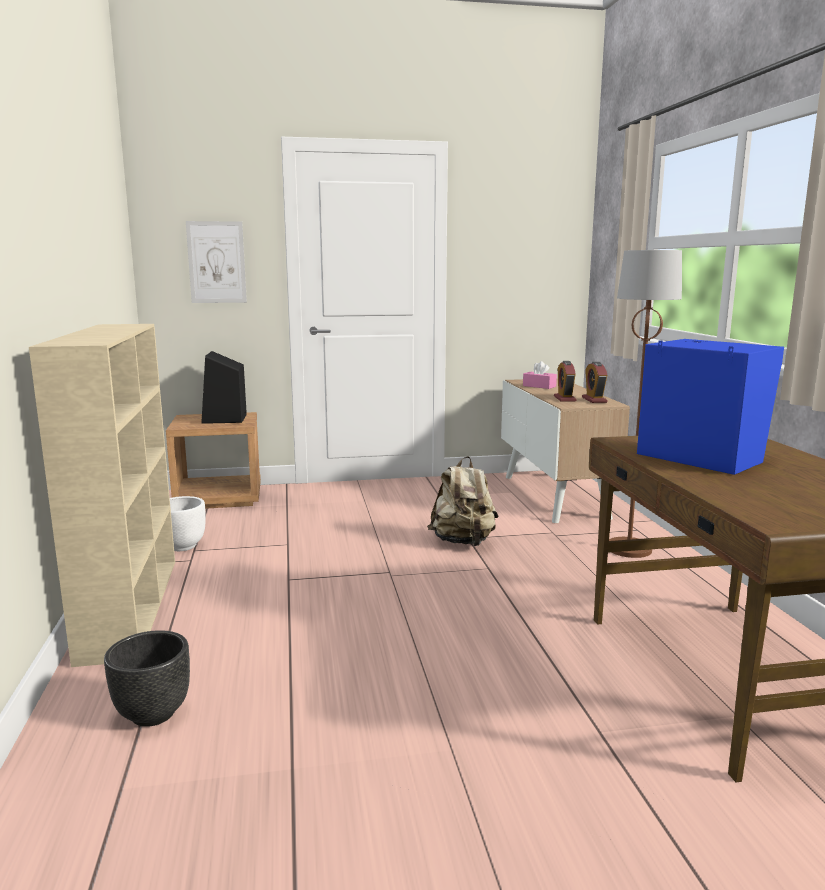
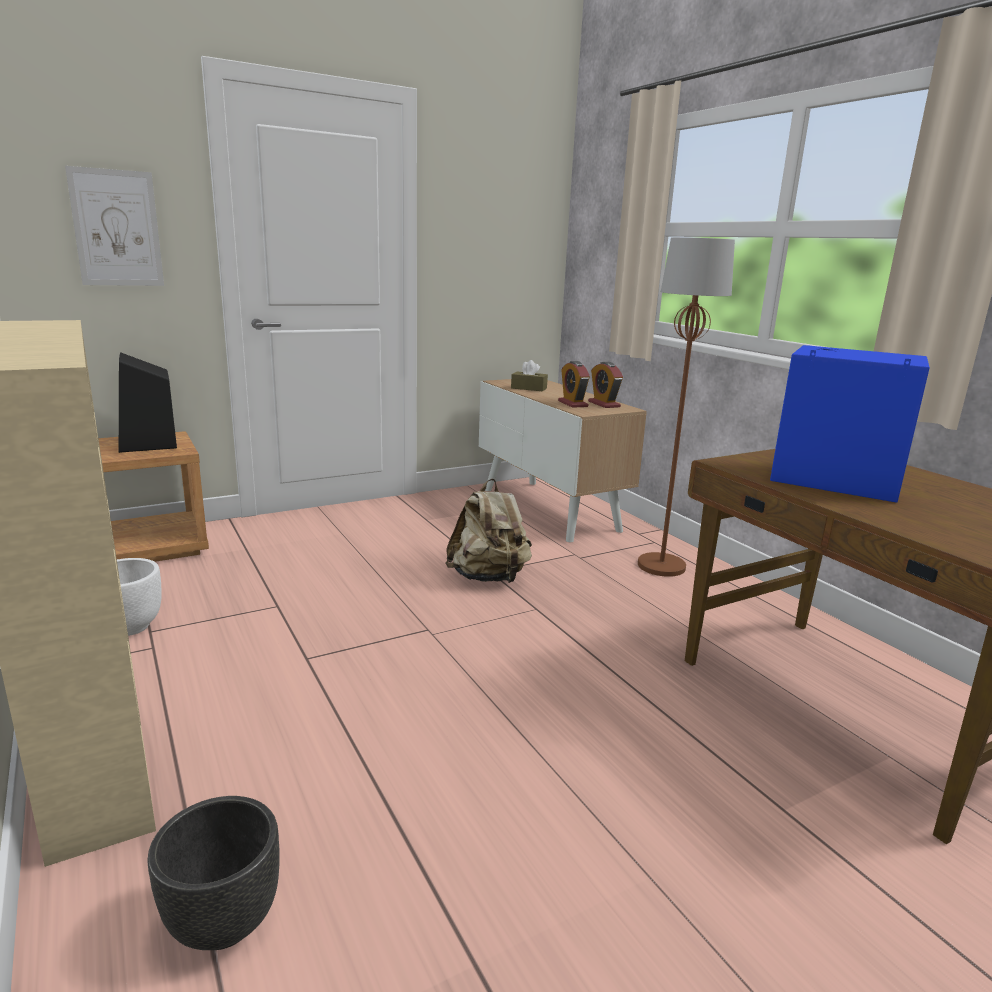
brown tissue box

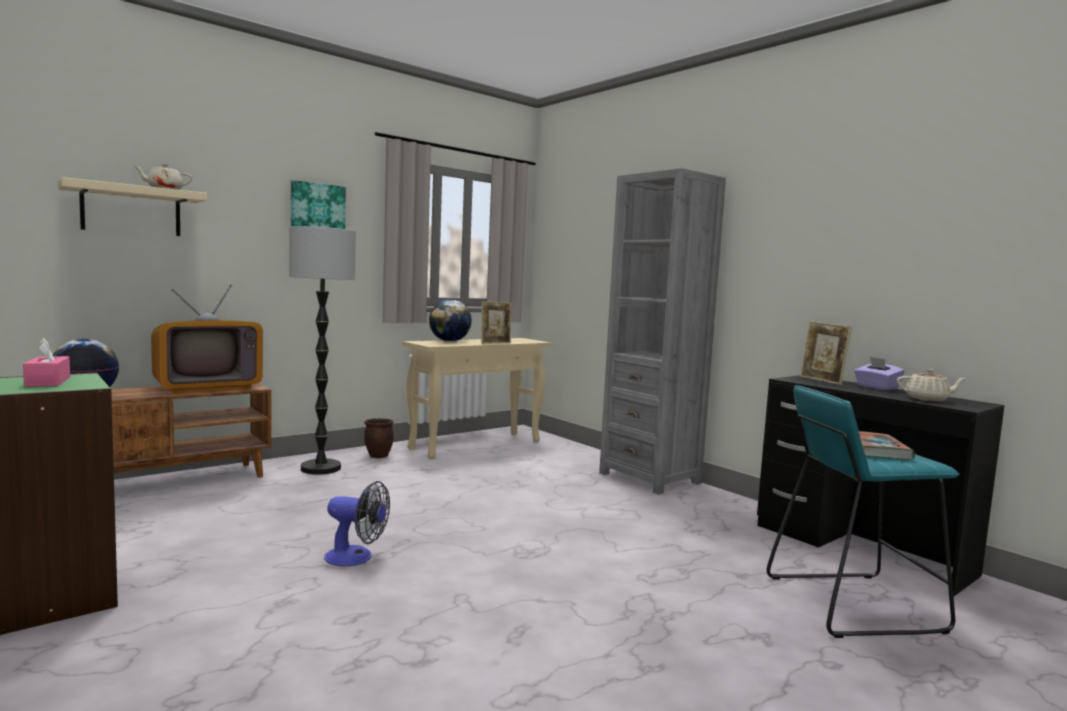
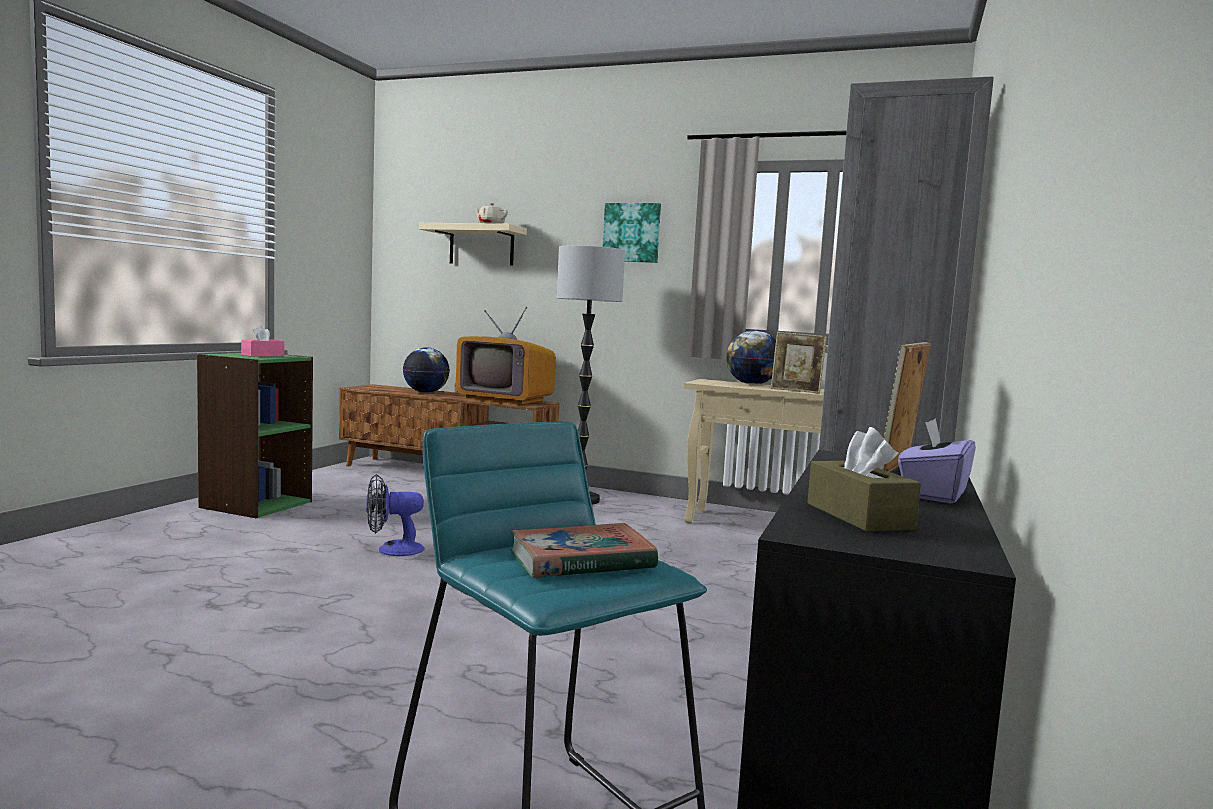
fan
brown planter
brown tissue box

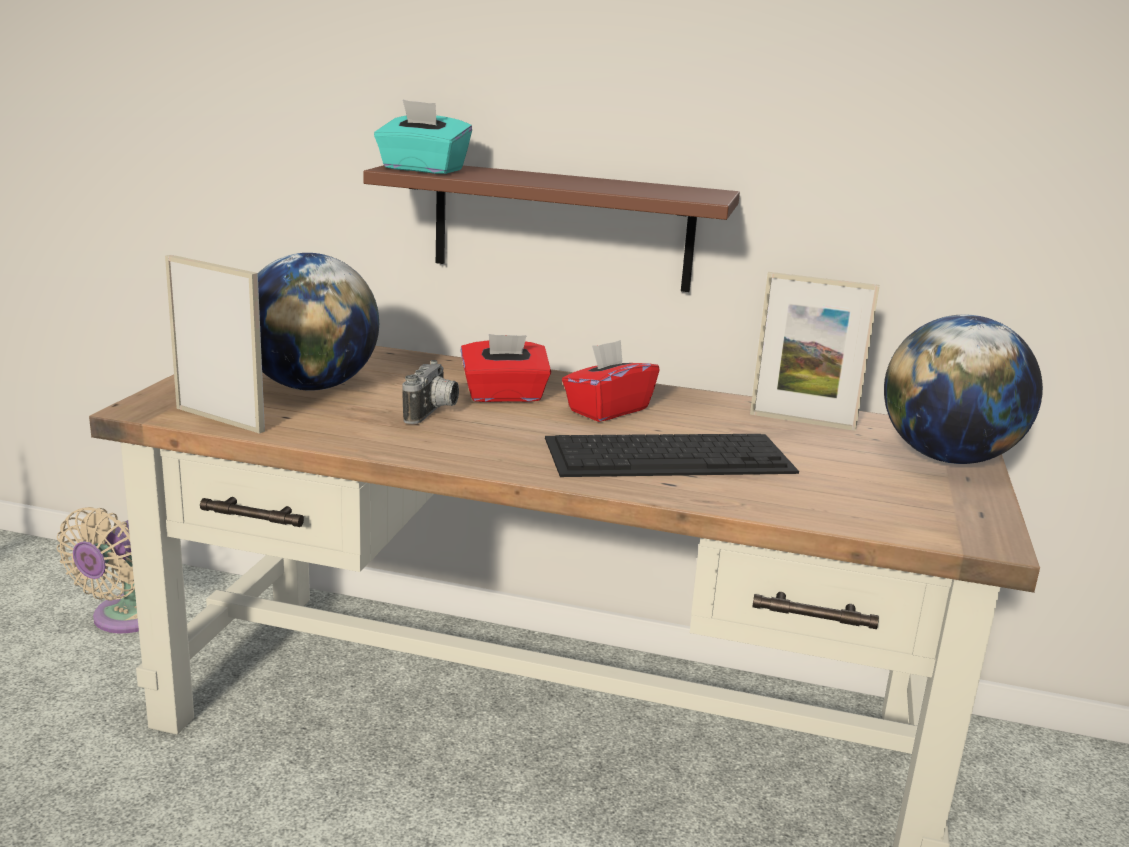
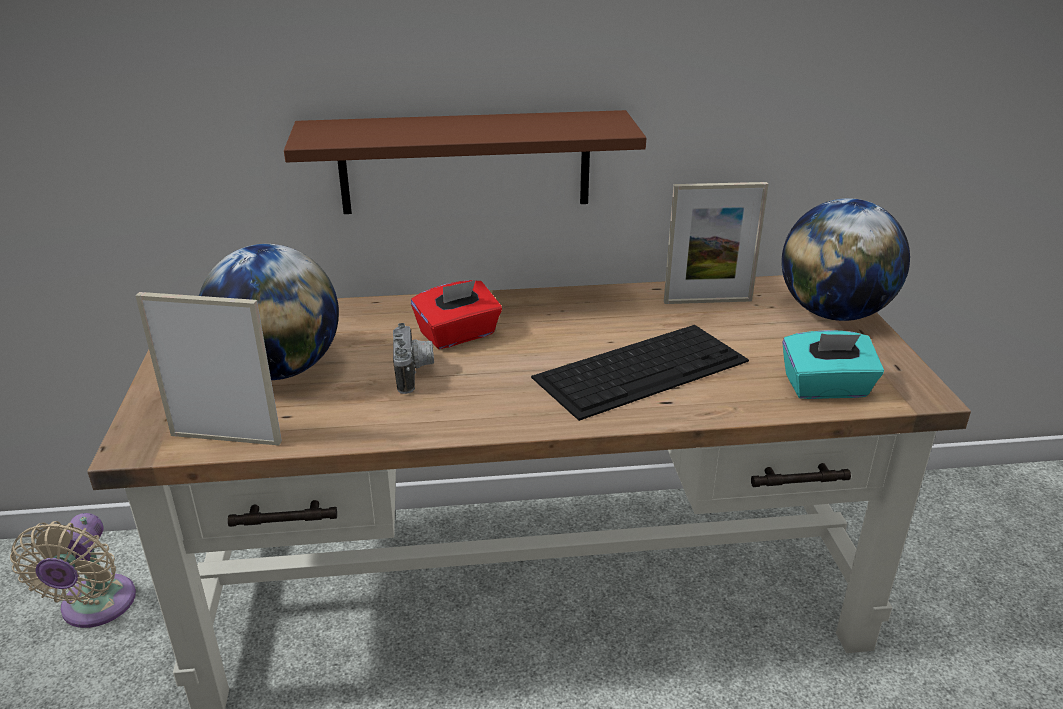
turquoise tissue box
red tissue box (no. 2 from left in the first image)

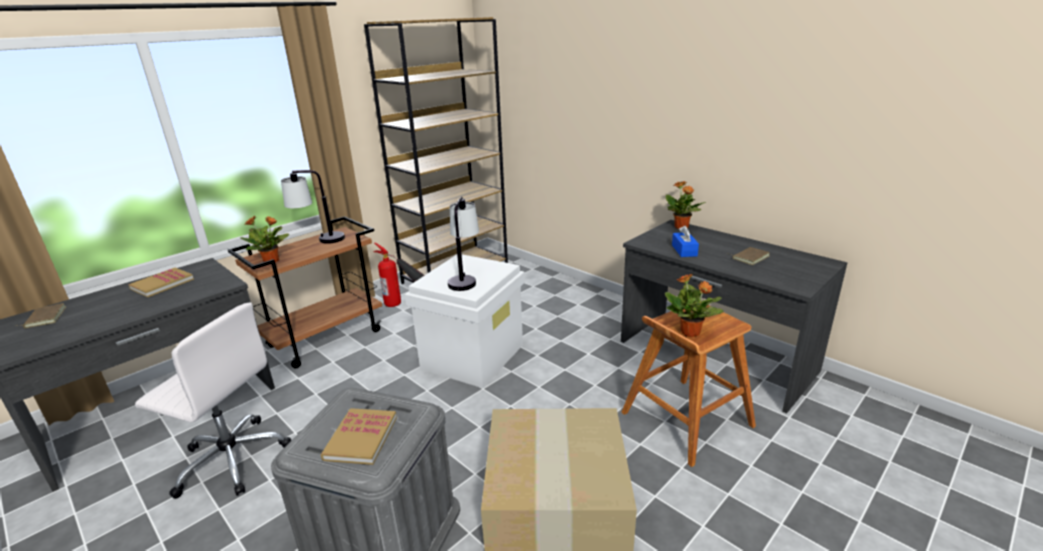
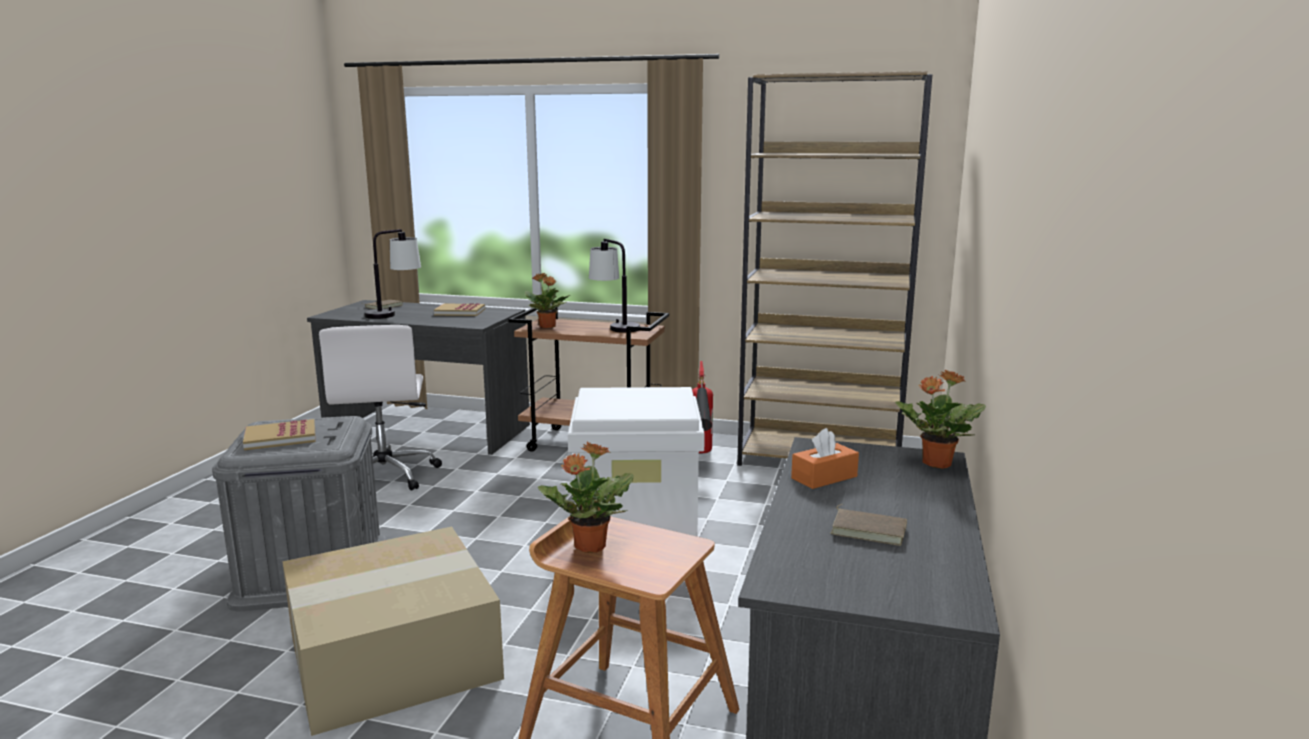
table lamp (no. 1 from left)
orange tissue box

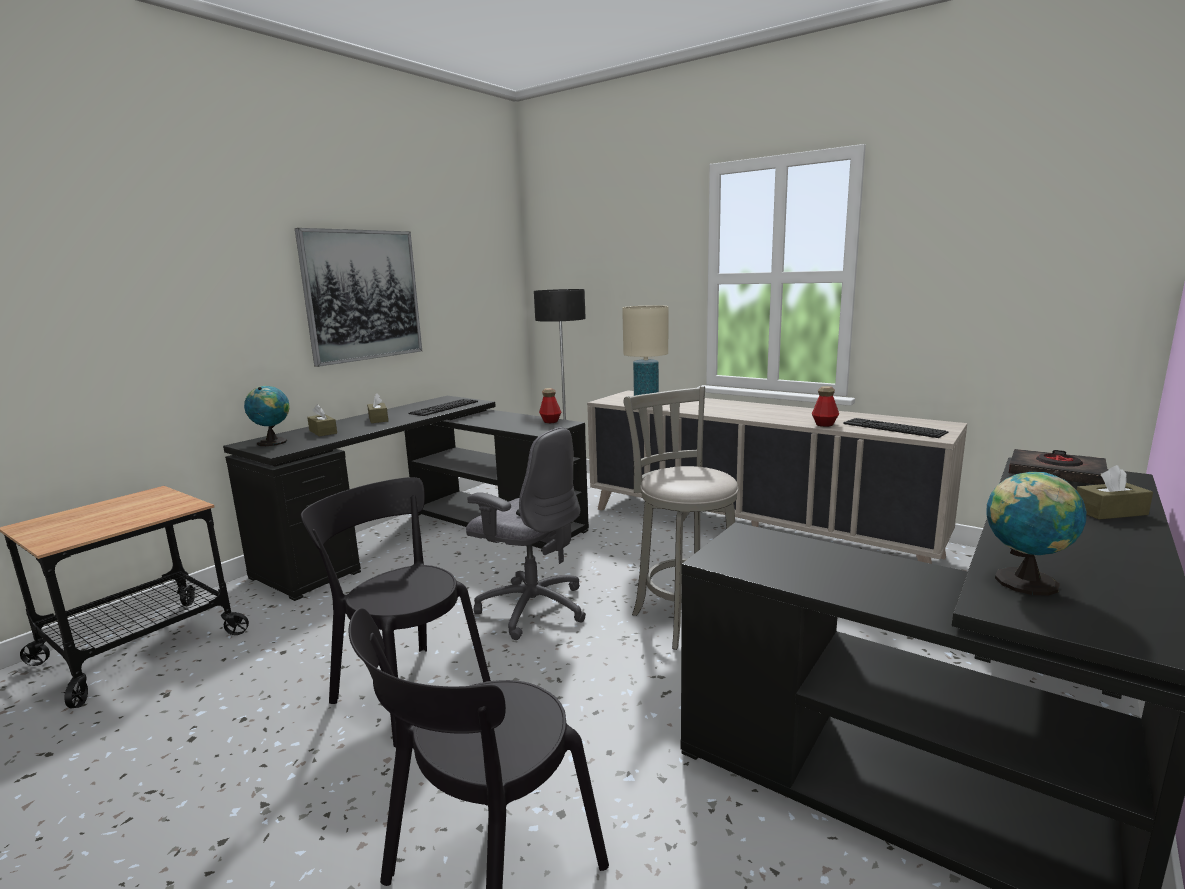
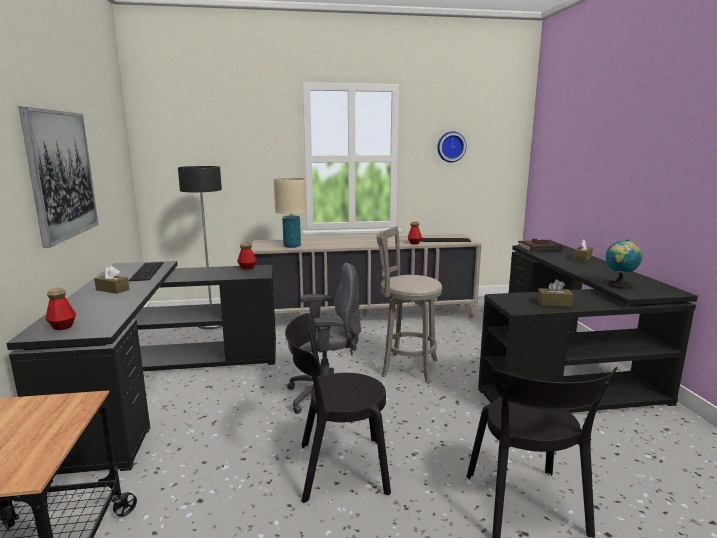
bottle (no. 1 from left)
brown tissue box (no. 2 from left)
wall clock

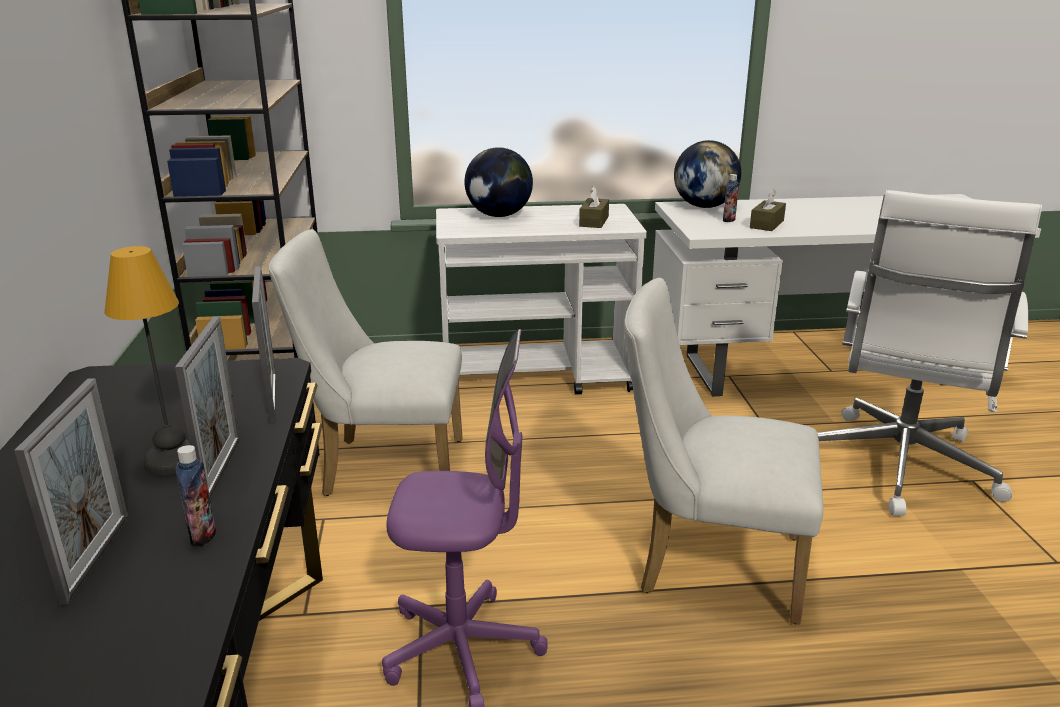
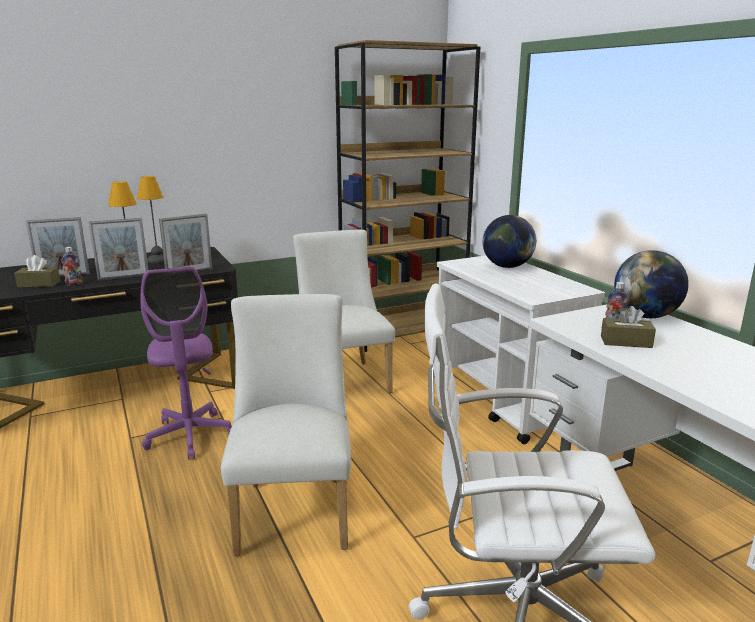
brown tissue box (no. 1 from left)
table lamp (no. 2 from left)

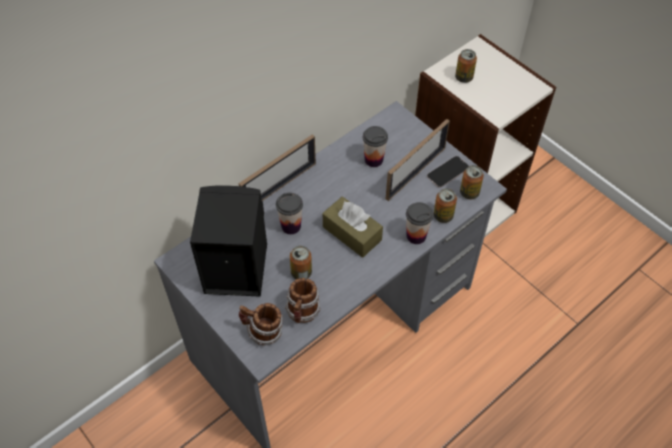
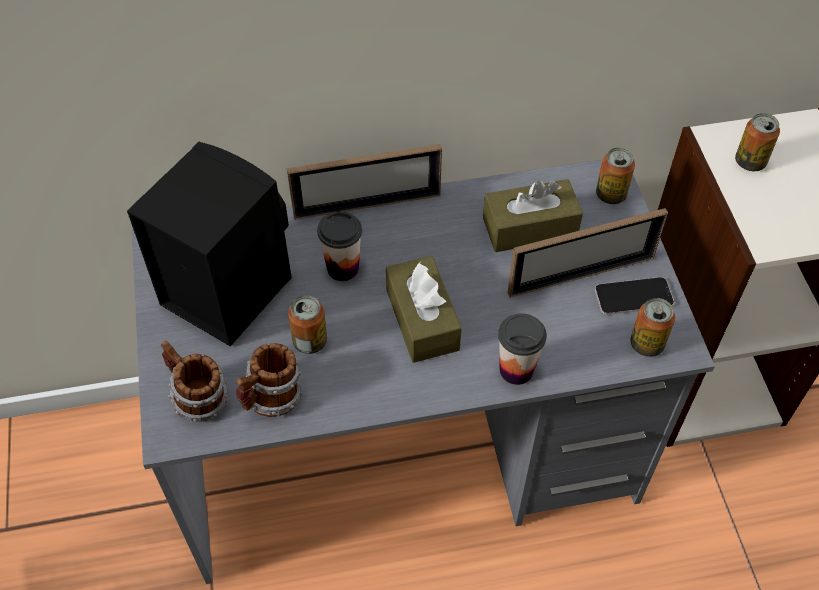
brown tissue box (no. 2 from left)
can (no. 2 from left)

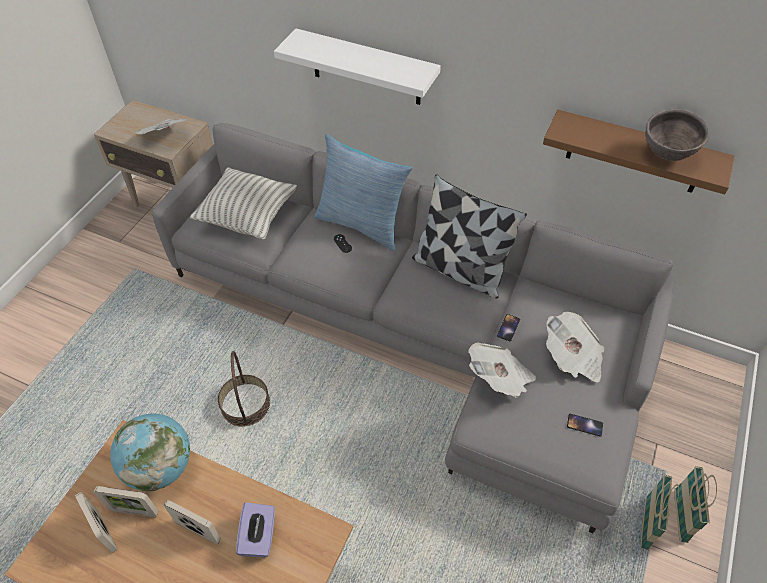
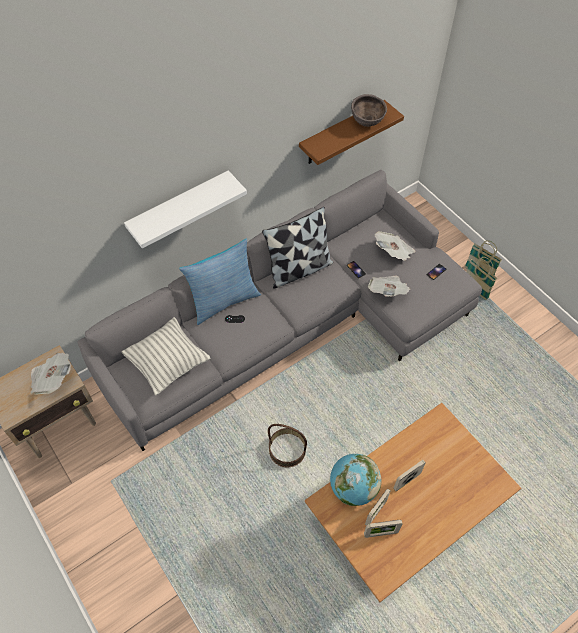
purple tissue box

